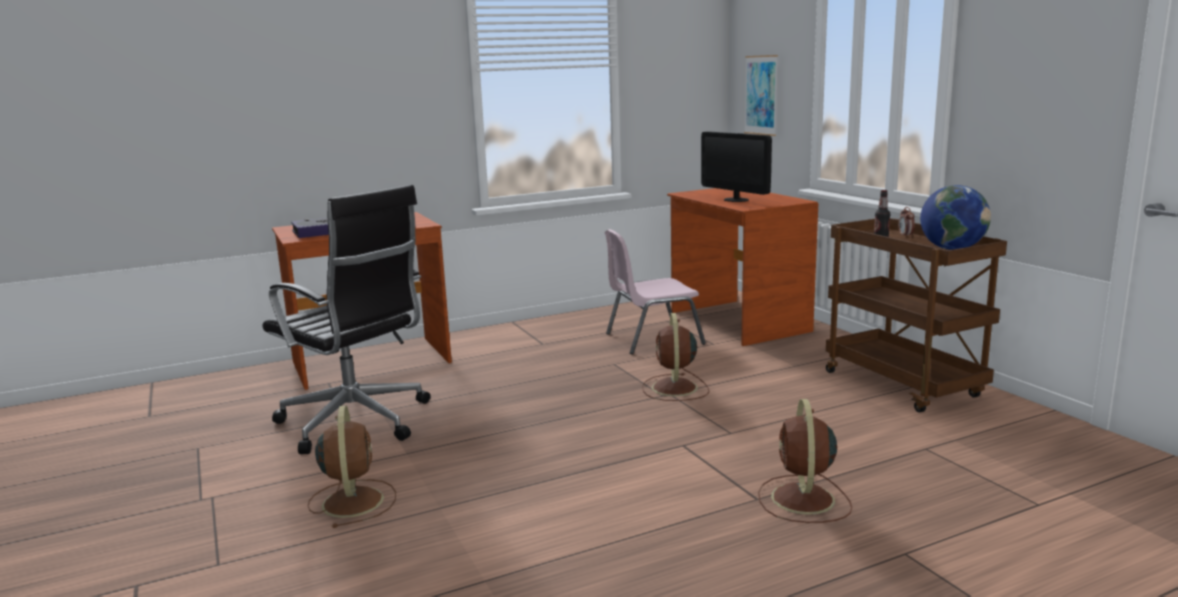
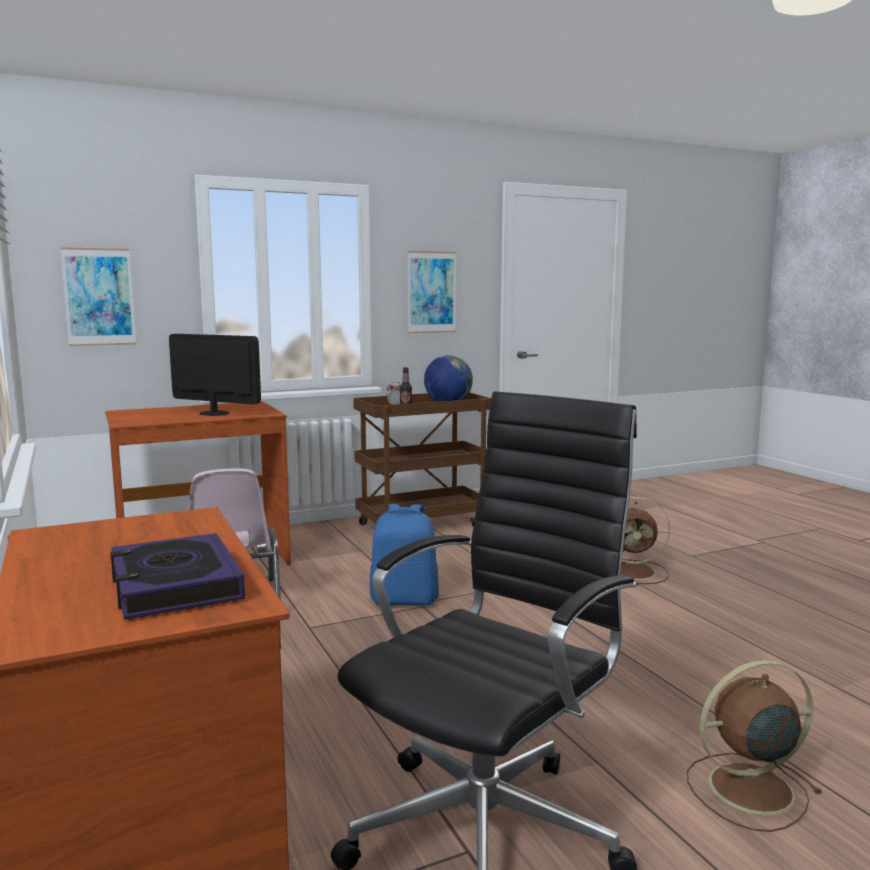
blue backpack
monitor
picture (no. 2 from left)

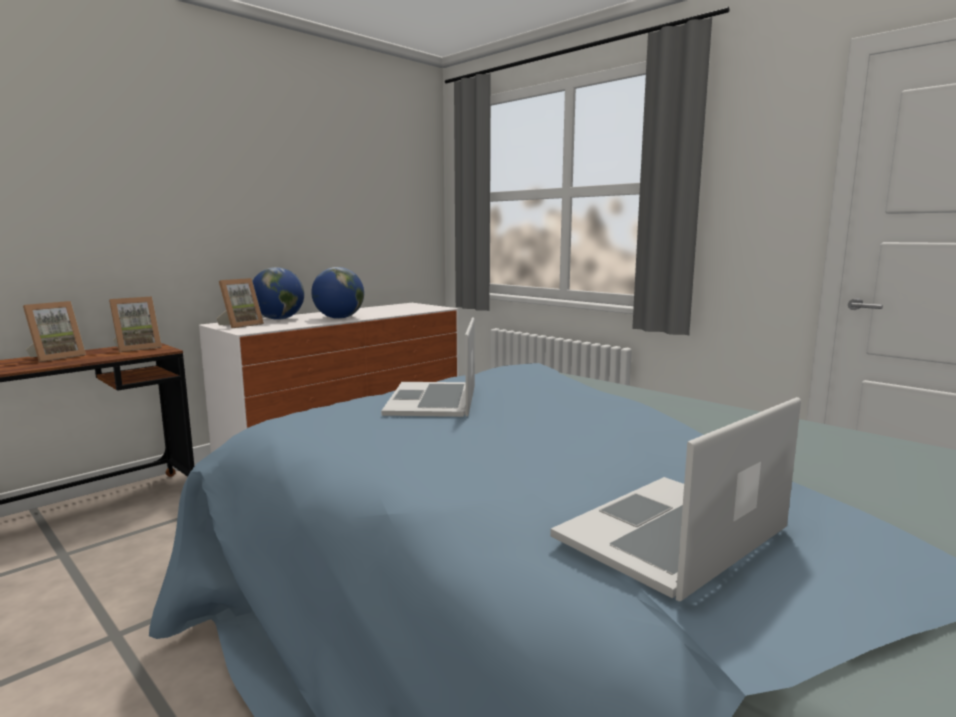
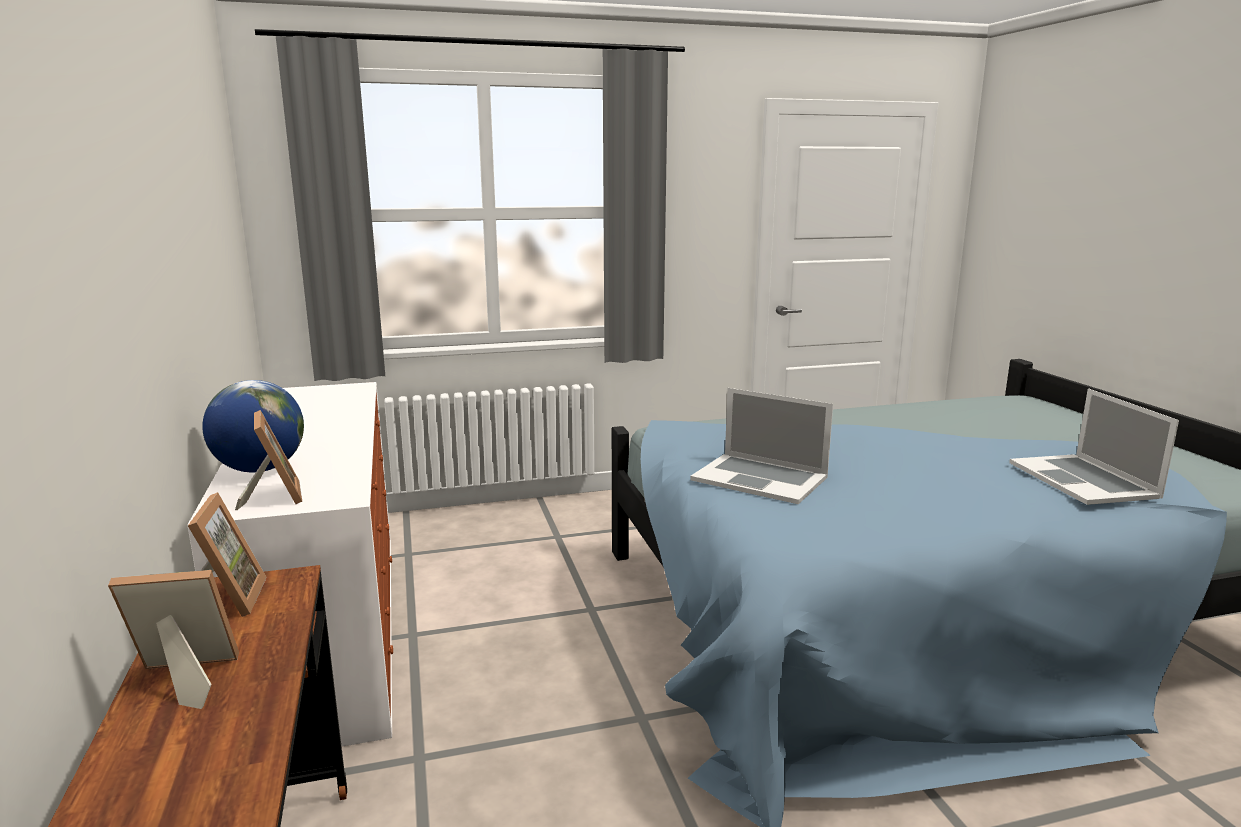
picture frame (no. 1 from left)
globe (no. 2 from left in the first image)

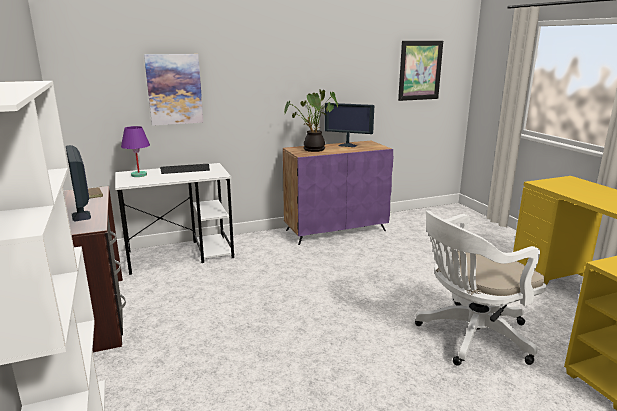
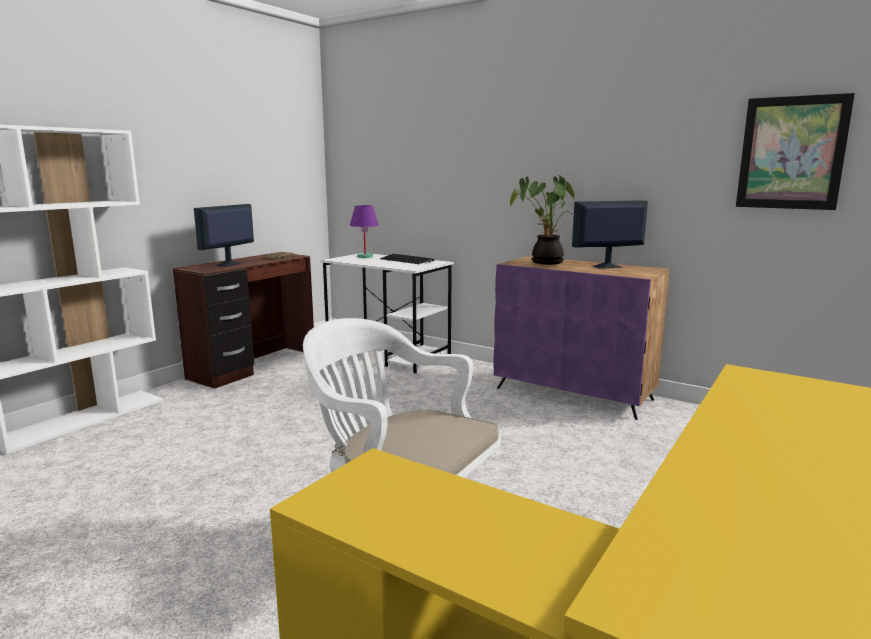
picture (no. 1 from left in the first image)
monitor (no. 2 from left)

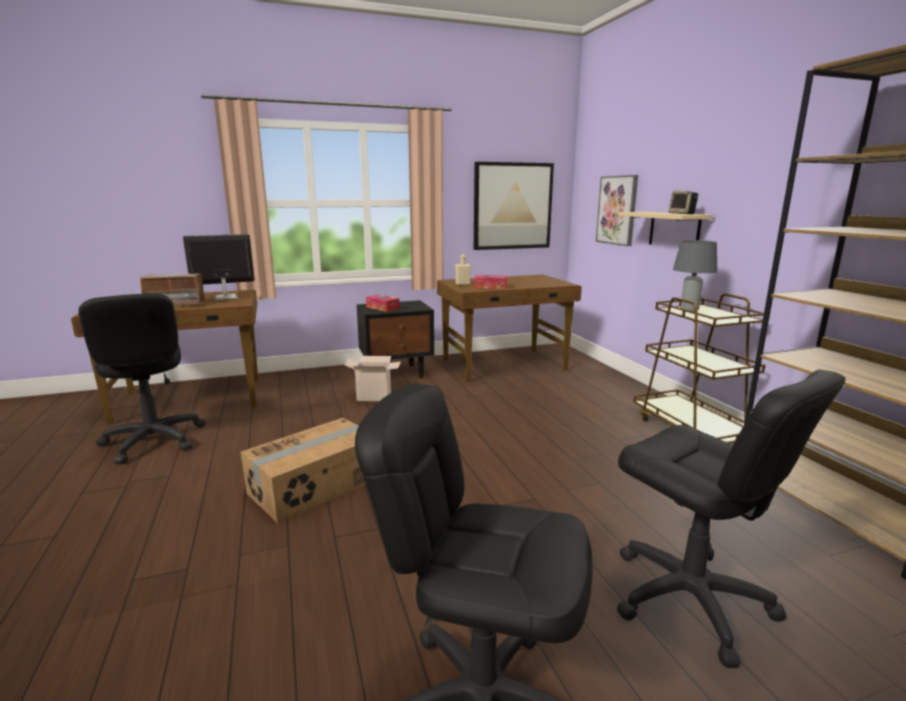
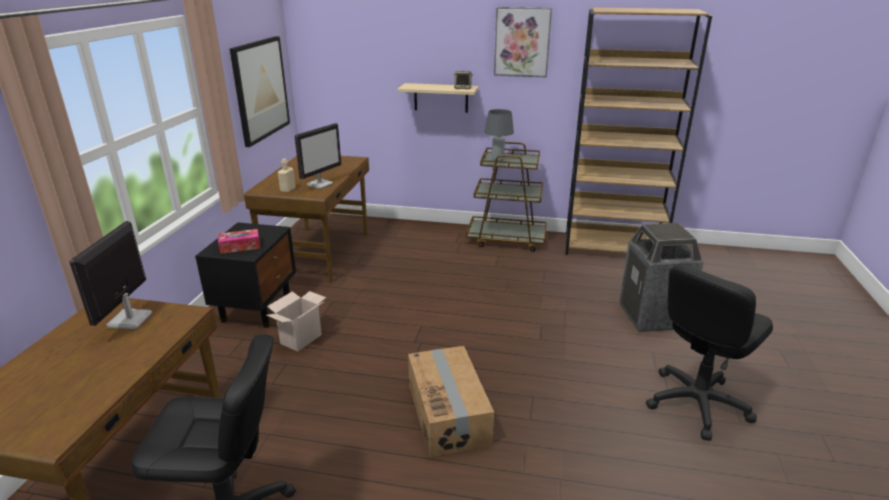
radio
monitor (no. 2 from left)
picture (no. 2 from left)
trash can

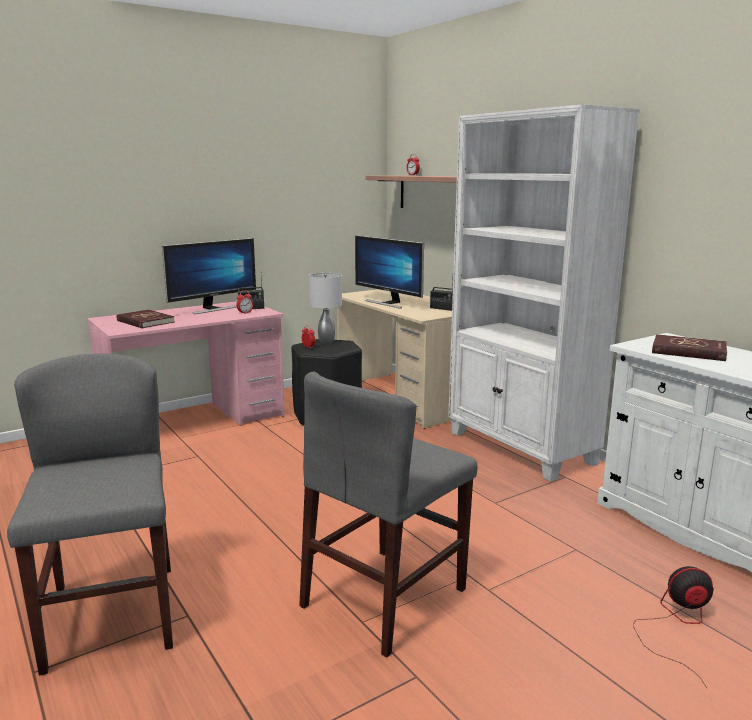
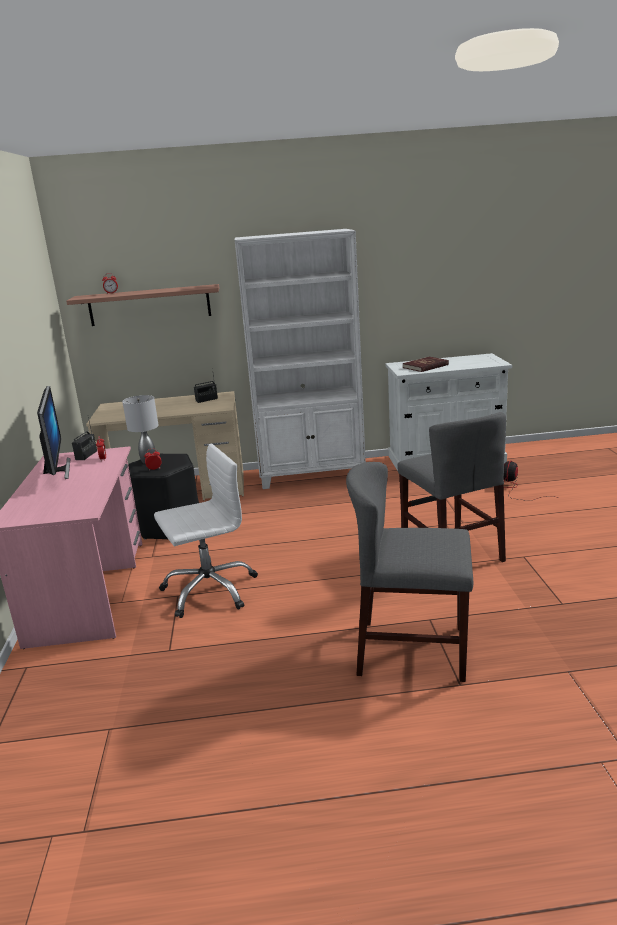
red book (no. 1 from left in the first image)
monitor (no. 2 from left in the first image)
white office chair

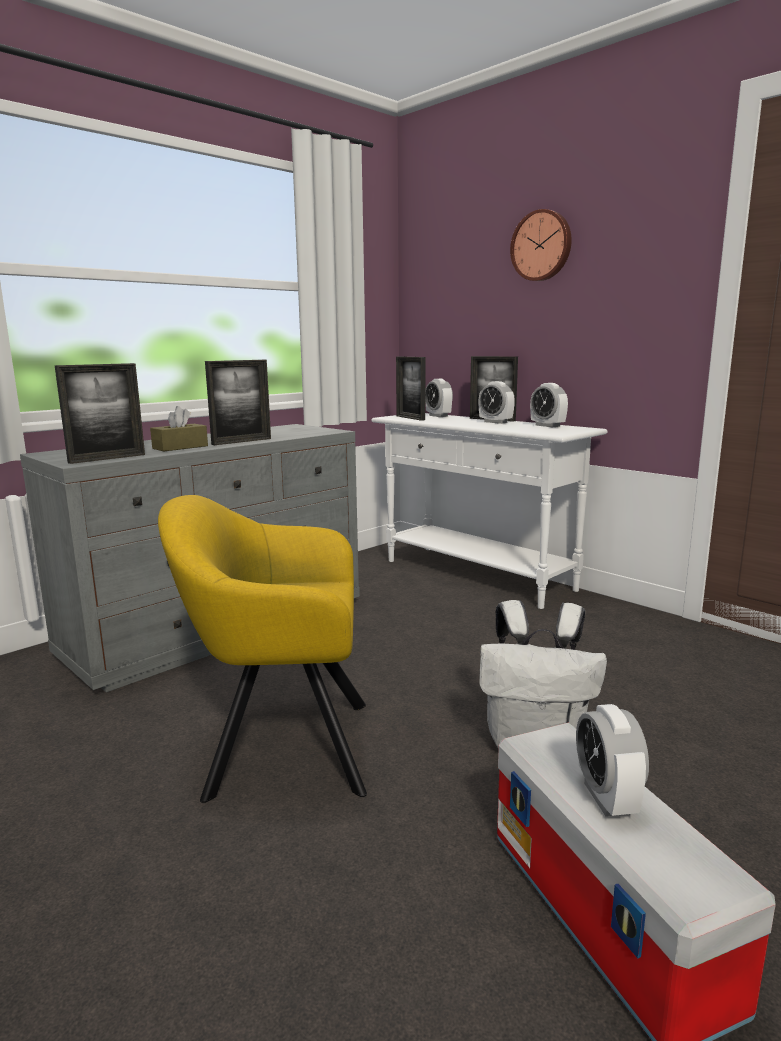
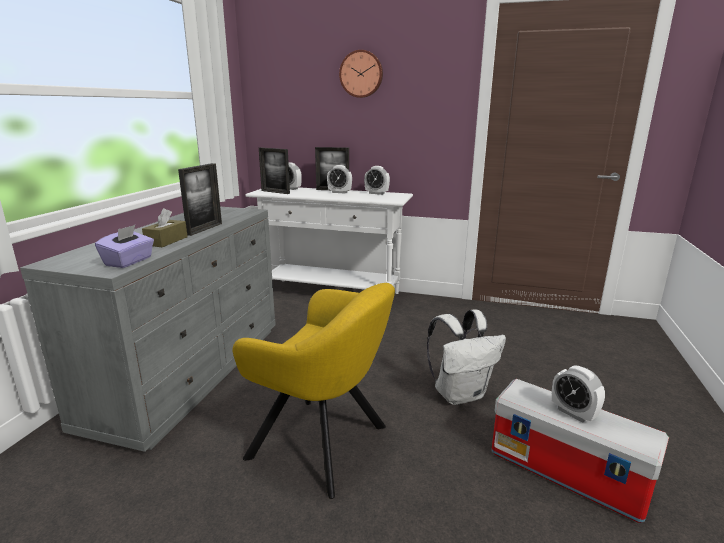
purple tissue box
yellow armchair

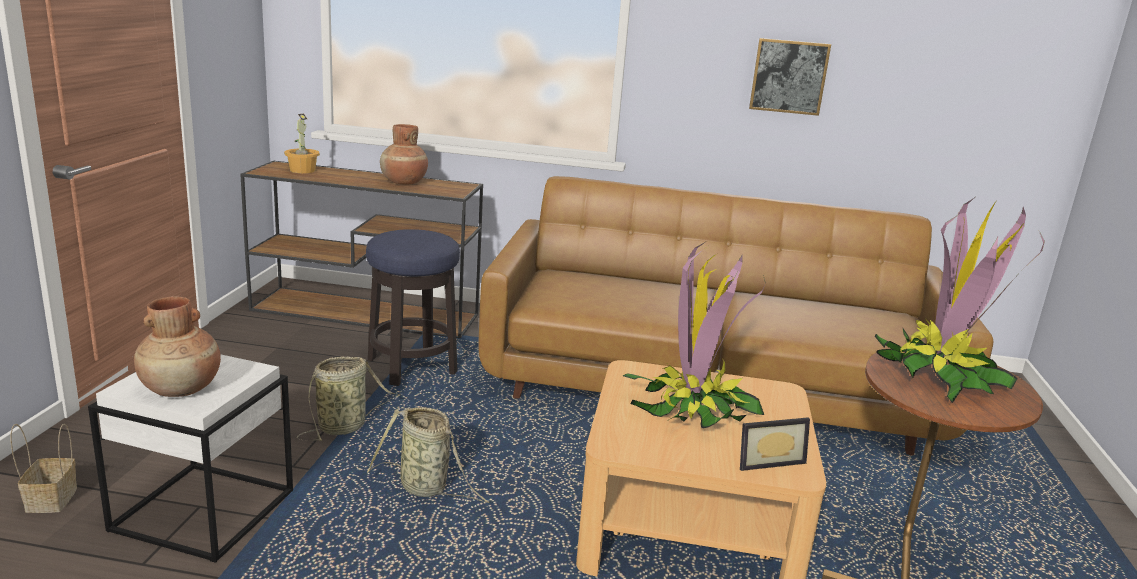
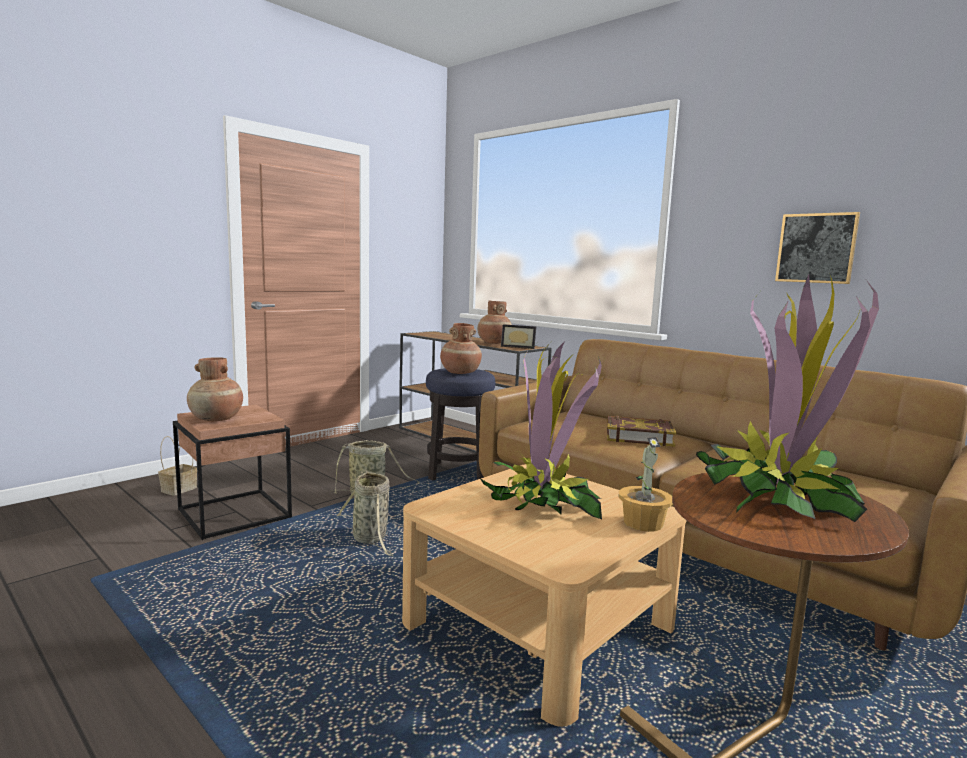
brown side table (no. 1 from left)
potted plant (no. 2 from left)
picture frame
brown vase (no. 2 from left)
book

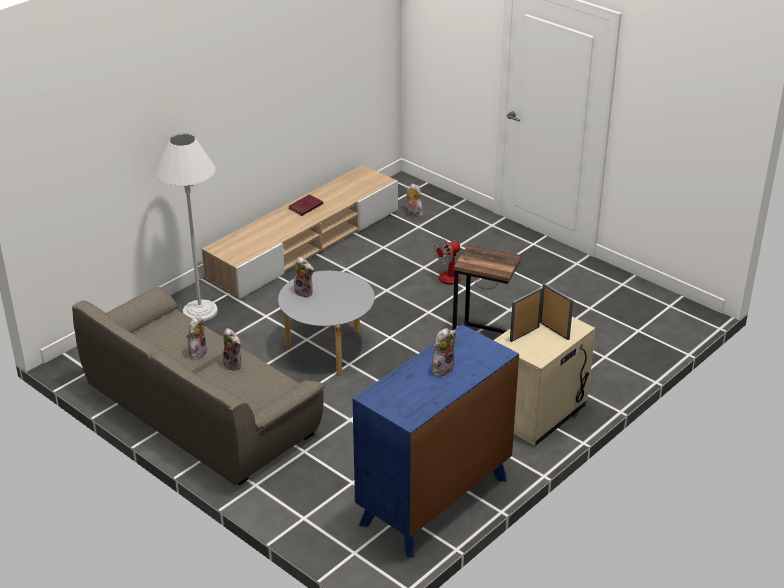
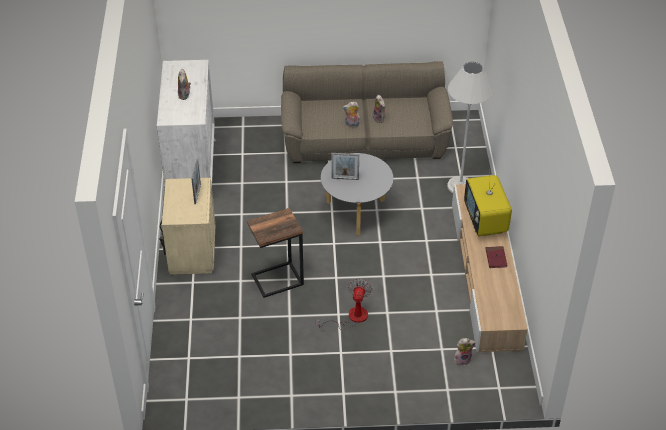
plush toy (no. 3 from left in the first image)
white dresser
picture frame (no. 2 from left)
television

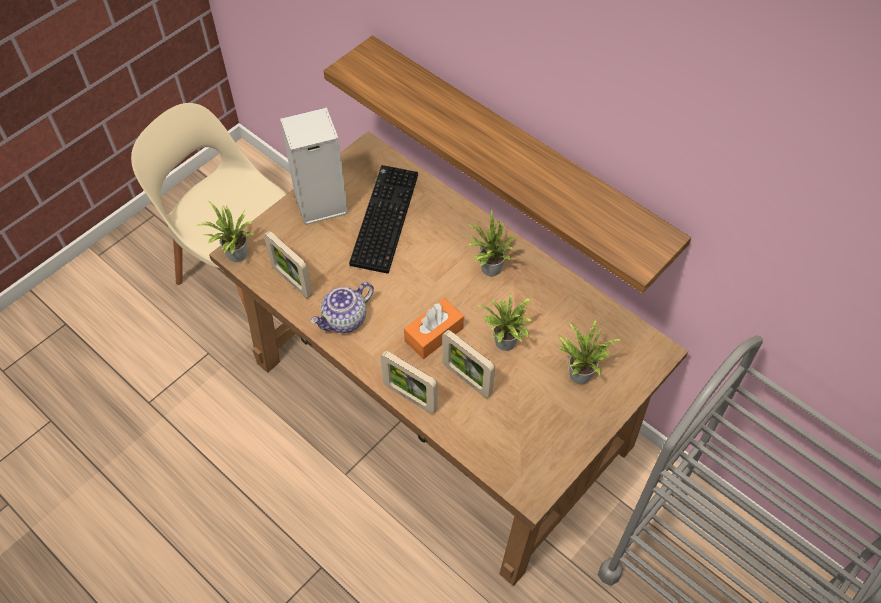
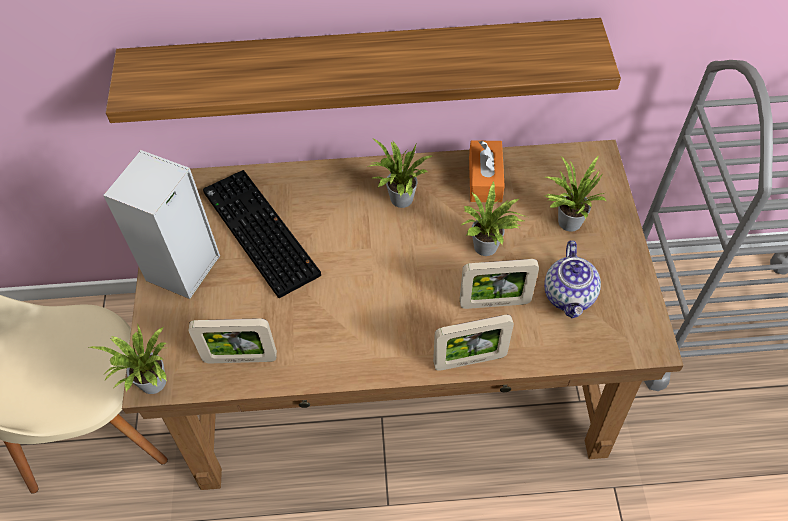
teapot
orange tissue box

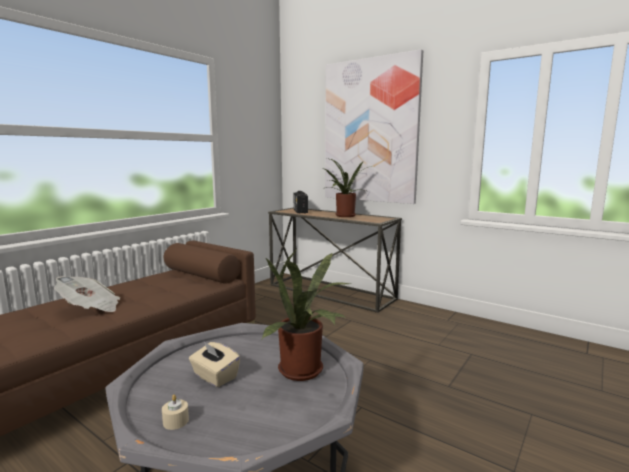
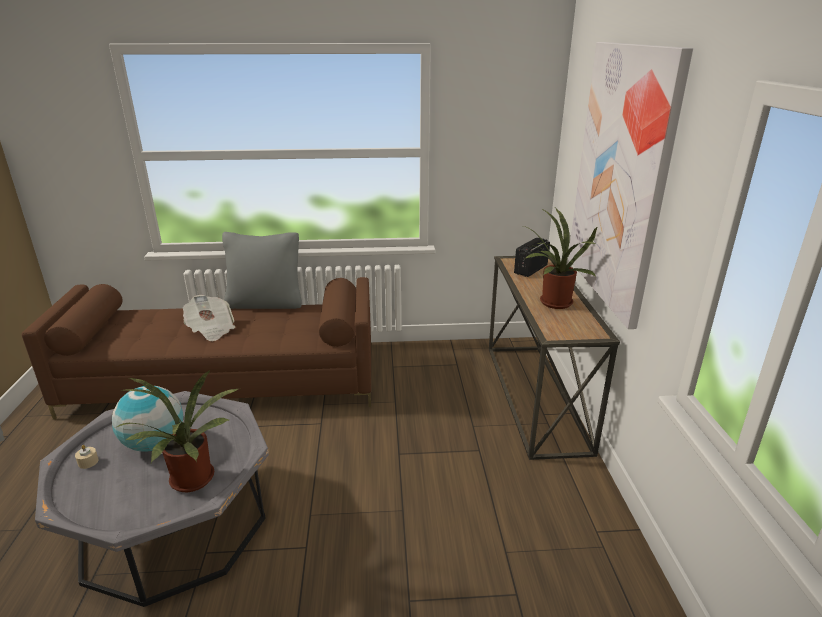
globe
grey pillow

